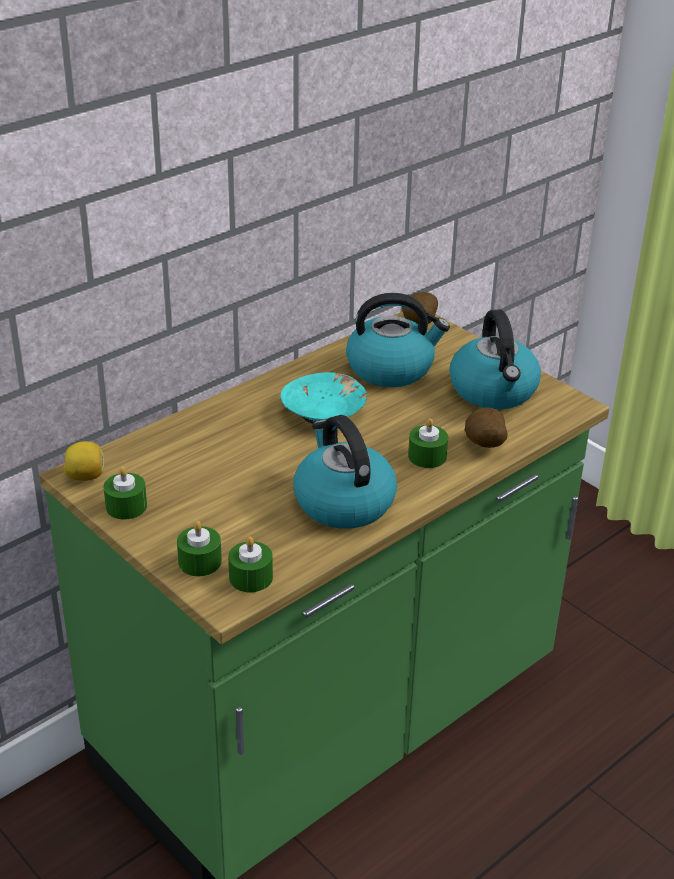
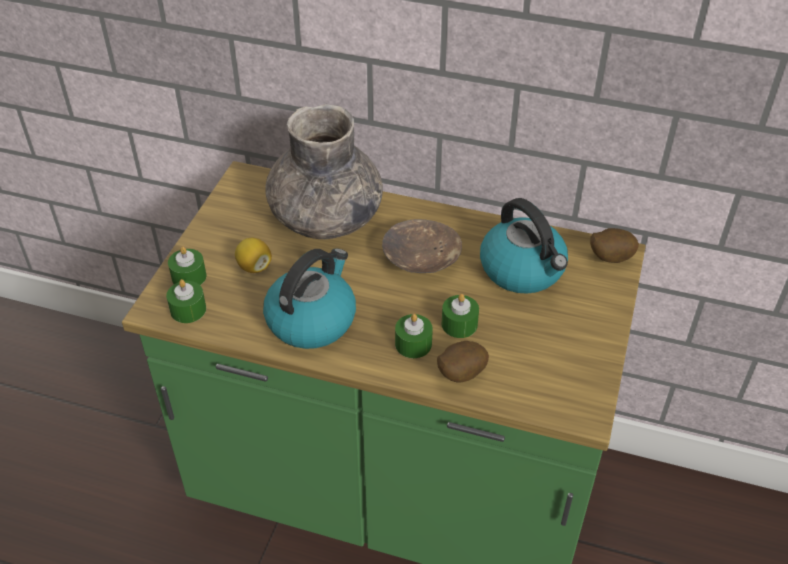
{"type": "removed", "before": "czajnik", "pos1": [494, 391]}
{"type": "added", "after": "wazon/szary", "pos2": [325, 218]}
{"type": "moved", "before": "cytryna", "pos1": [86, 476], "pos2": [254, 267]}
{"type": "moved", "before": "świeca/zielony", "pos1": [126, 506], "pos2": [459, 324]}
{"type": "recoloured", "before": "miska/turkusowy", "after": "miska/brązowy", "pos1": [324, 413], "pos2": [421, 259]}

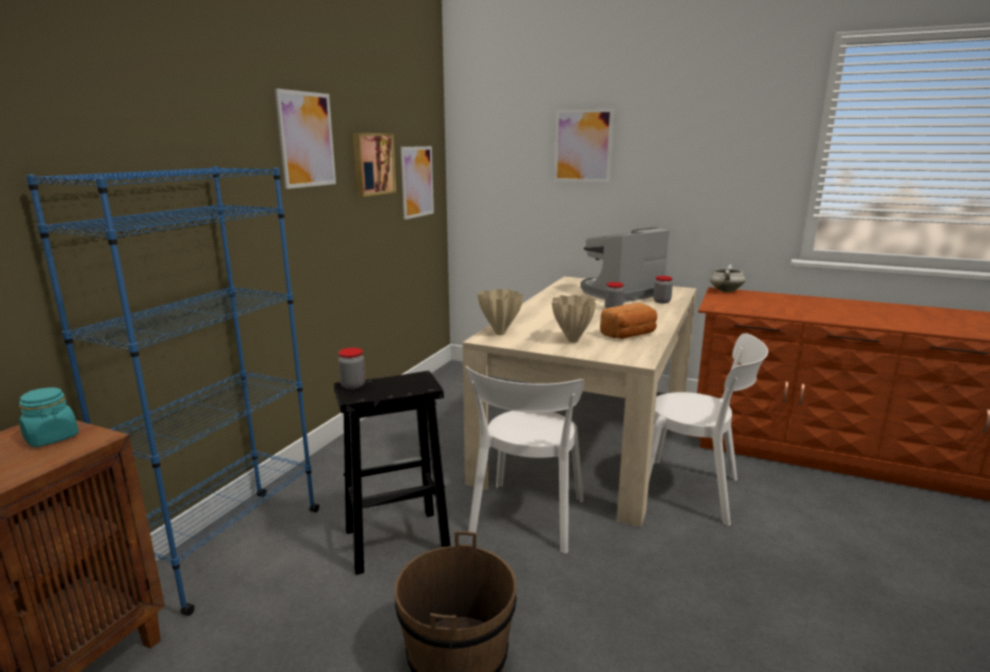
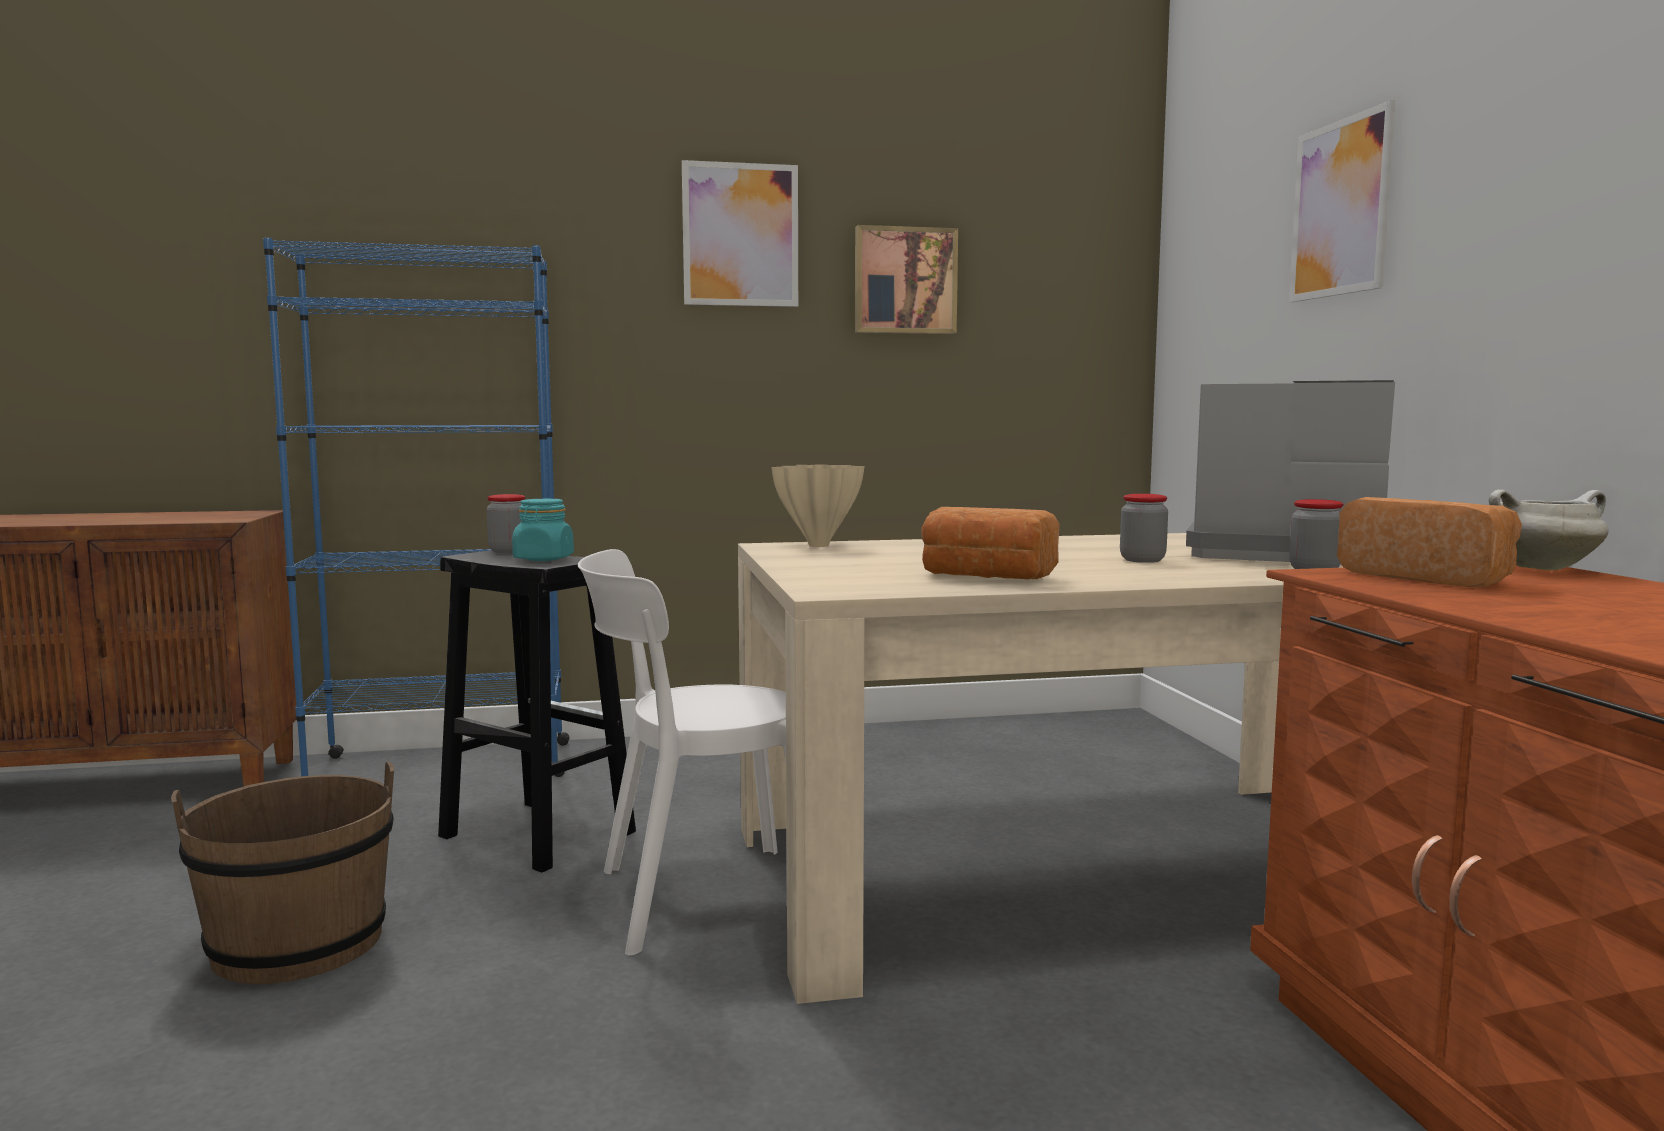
{"type": "removed", "before": "obraz", "pos1": [417, 182]}
{"type": "removed", "before": "wazon/beżowy", "pos1": [572, 340]}
{"type": "removed", "before": "krzesło/biały", "pos1": [694, 492]}
{"type": "added", "after": "chleb", "pos2": [1429, 577]}
{"type": "moved", "before": "słoik/turkusowy", "pos1": [52, 438], "pos2": [543, 559]}

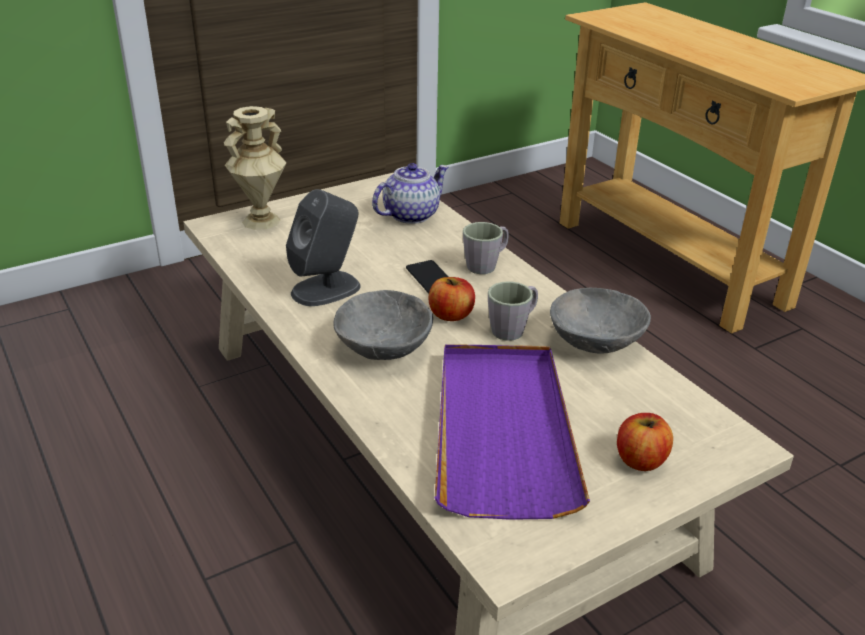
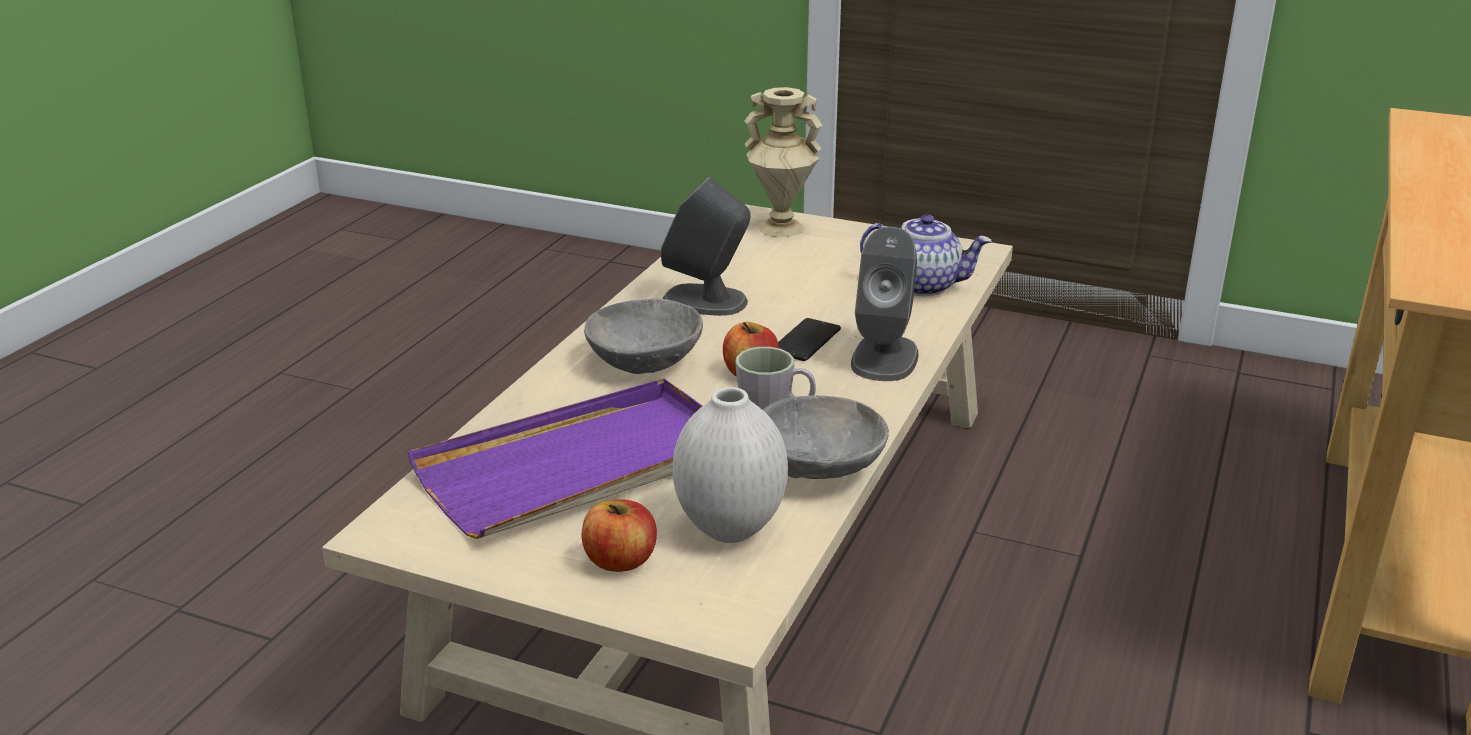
{"type": "added", "after": "wazon/biały", "pos2": [730, 528]}
{"type": "replaced", "before": "kubek/szary", "after": "głośnik/szary", "pos1": [486, 264], "pos2": [884, 358]}

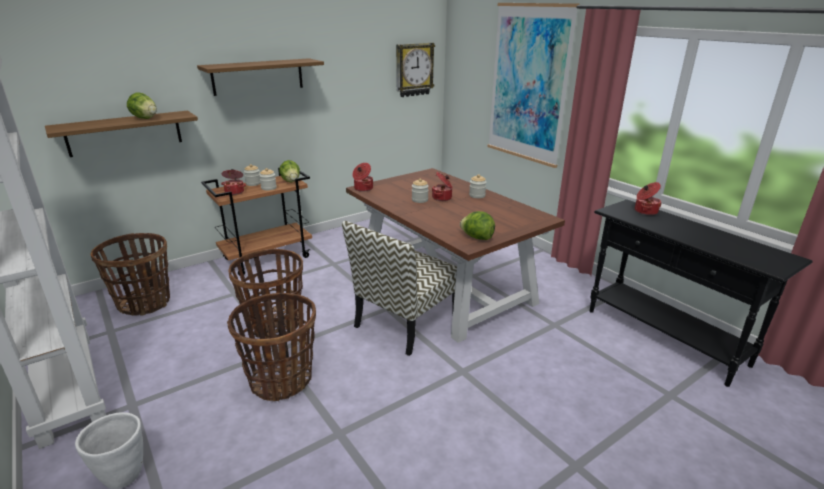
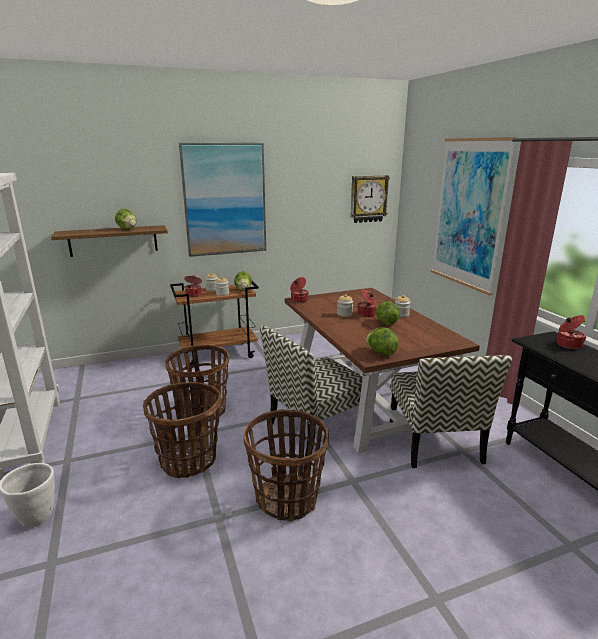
{"type": "added", "after": "sałata", "pos2": [386, 323]}
{"type": "added", "after": "krzesło", "pos2": [435, 442]}
{"type": "moved", "before": "koszyk", "pos1": [144, 303], "pos2": [287, 499]}
{"type": "replaced", "before": "półka", "after": "obraz", "pos1": [258, 76], "pos2": [225, 200]}

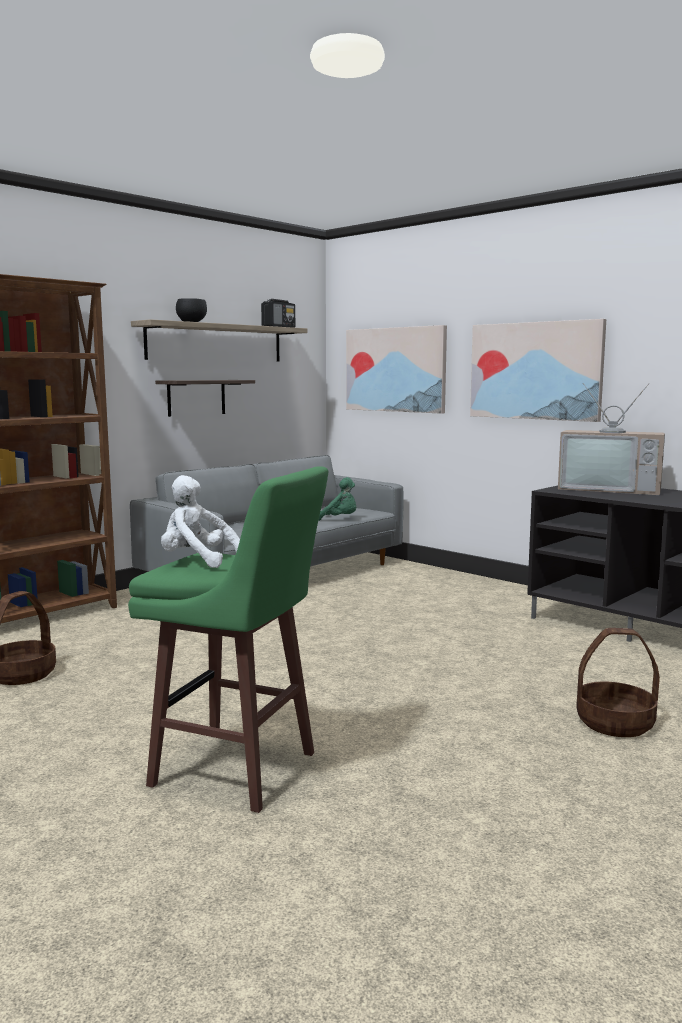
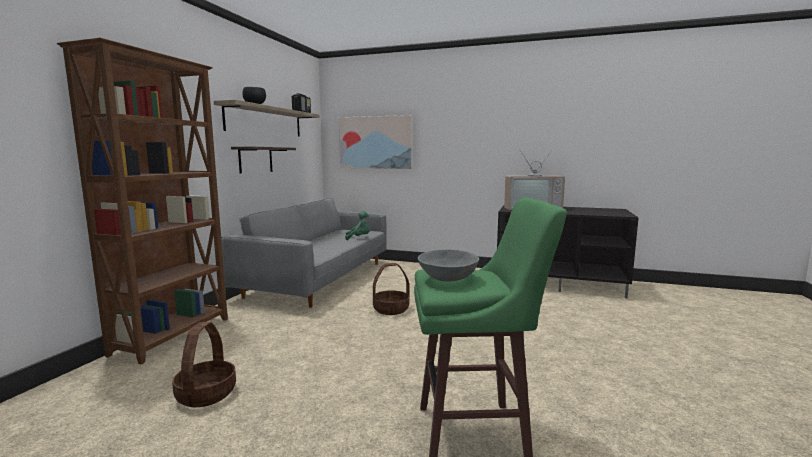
{"type": "removed", "before": "obraz", "pos1": [535, 370]}
{"type": "moved", "before": "koszyk", "pos1": [615, 723], "pos2": [391, 309]}
{"type": "replaced", "before": "pluszak/biały", "after": "miska/szary", "pos1": [197, 561], "pos2": [447, 278]}

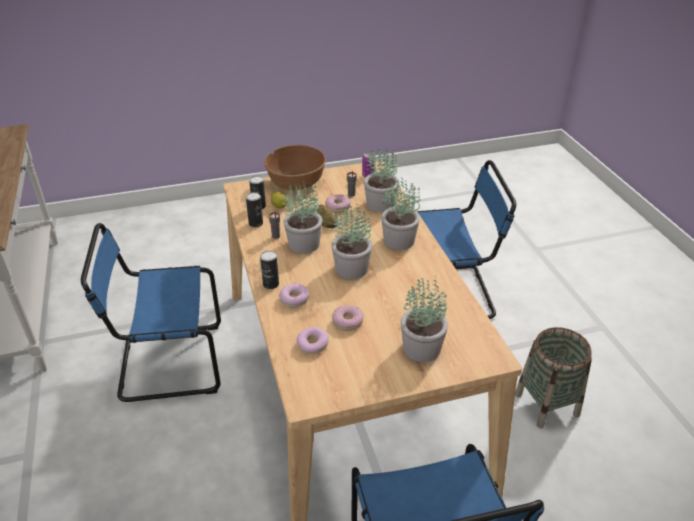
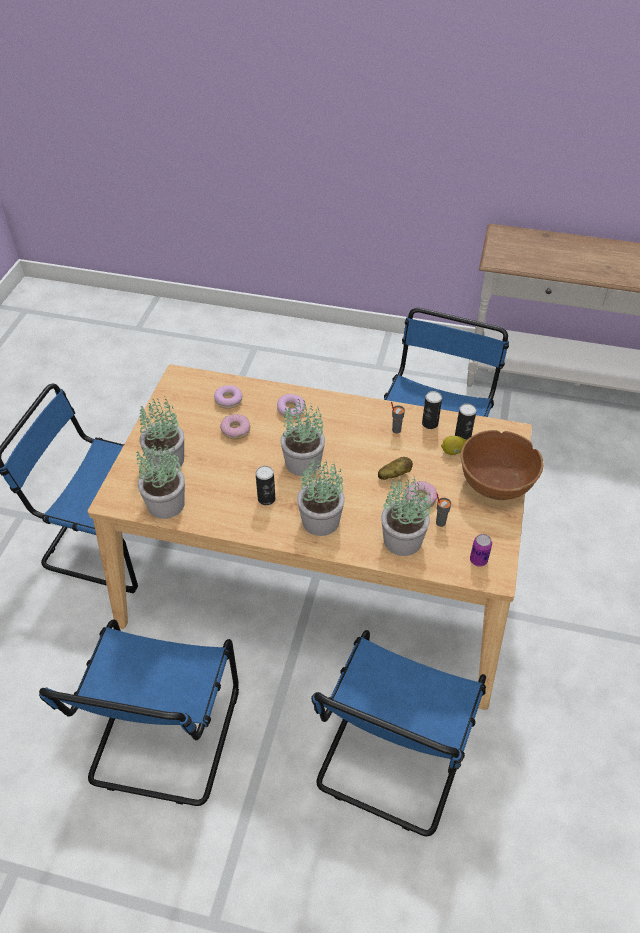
{"type": "moved", "before": "puszka", "pos1": [271, 284], "pos2": [266, 499]}
{"type": "moved", "before": "roślina doniczkowa", "pos1": [304, 243], "pos2": [166, 505]}
{"type": "replaced", "before": "koszyk", "after": "krzesło/niebieski", "pos1": [547, 404], "pos2": [163, 740]}

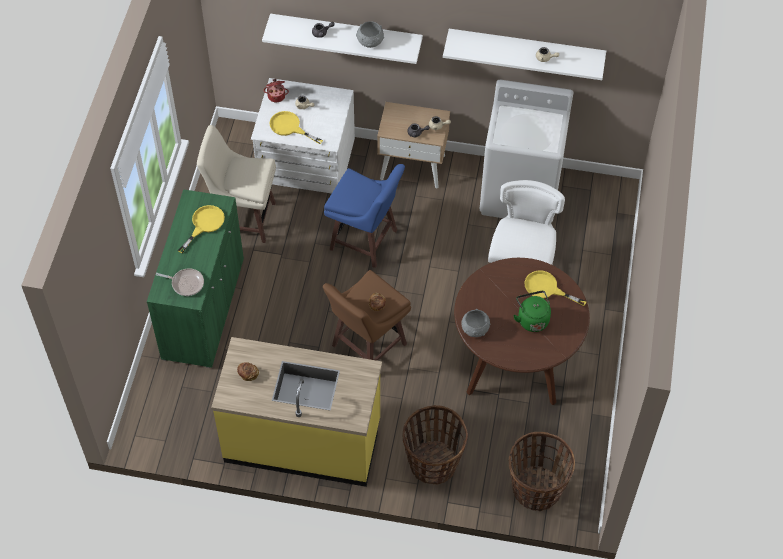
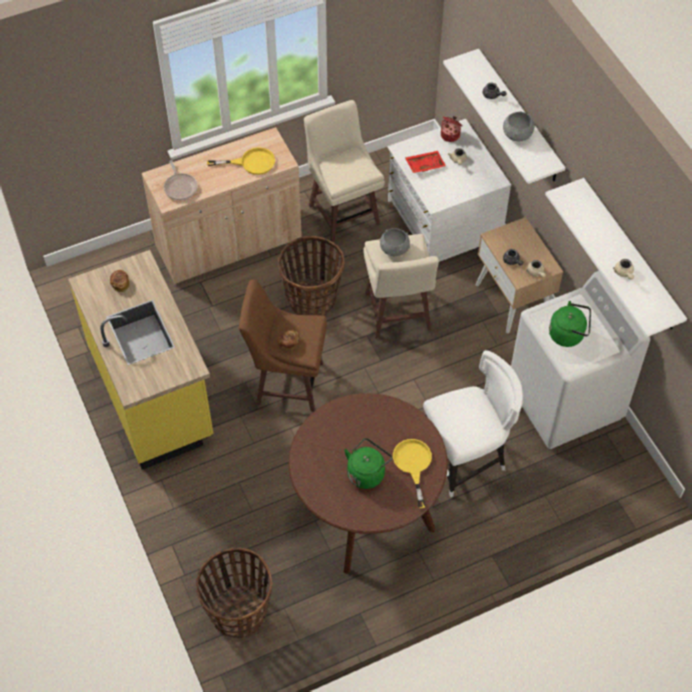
{"type": "added", "after": "czajnik/zielony", "pos2": [568, 334]}
{"type": "moved", "before": "koszyk", "pos1": [433, 463], "pos2": [312, 299]}
{"type": "moved", "before": "miska/szary", "pos1": [474, 329], "pos2": [394, 249]}
{"type": "replaced", "before": "patelnia/żółty", "after": "taca/czerwony", "pos1": [289, 127], "pos2": [424, 165]}
{"type": "recoloured", "before": "szafka/zielony", "after": "szafka/beżowy", "pos1": [203, 309], "pos2": [229, 243]}
{"type": "recoloured", "before": "stołek/niebieski", "after": "stołek/beżowy", "pos1": [365, 241], "pos2": [397, 313]}

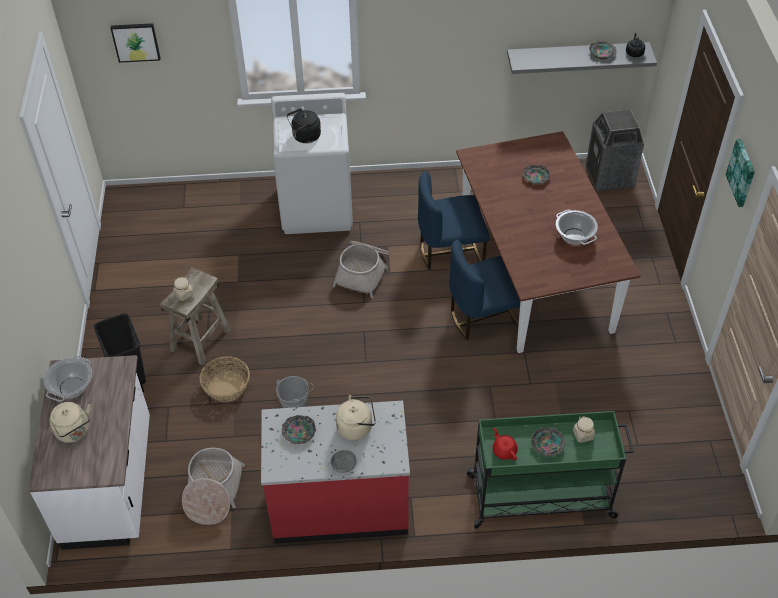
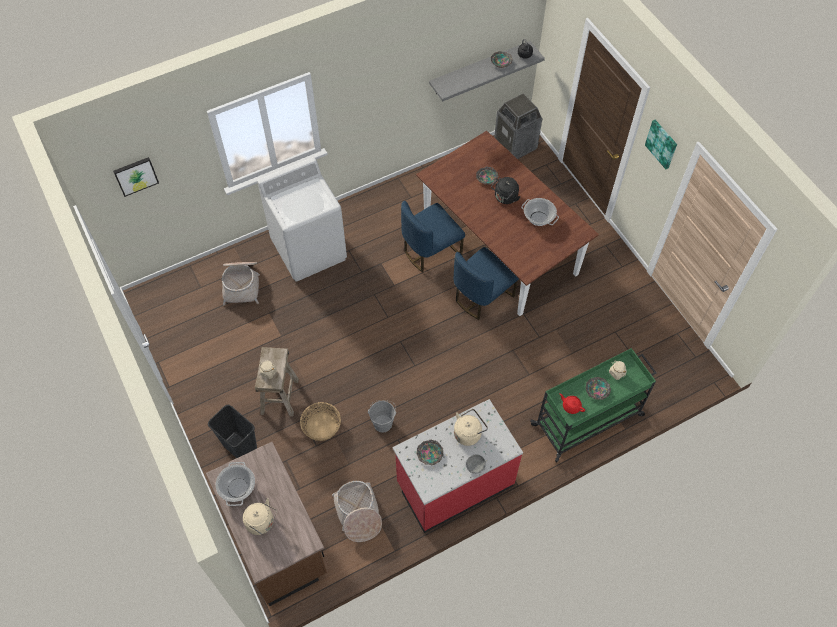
{"type": "moved", "before": "czajnik/czarny", "pos1": [305, 137], "pos2": [505, 198]}
{"type": "moved", "before": "koszyk", "pos1": [363, 272], "pos2": [242, 284]}
{"type": "recoloured", "before": "zabudowa kuchenna/biały", "after": "zabudowa kuchenna/brązowy", "pos1": [110, 483], "pos2": [277, 539]}

